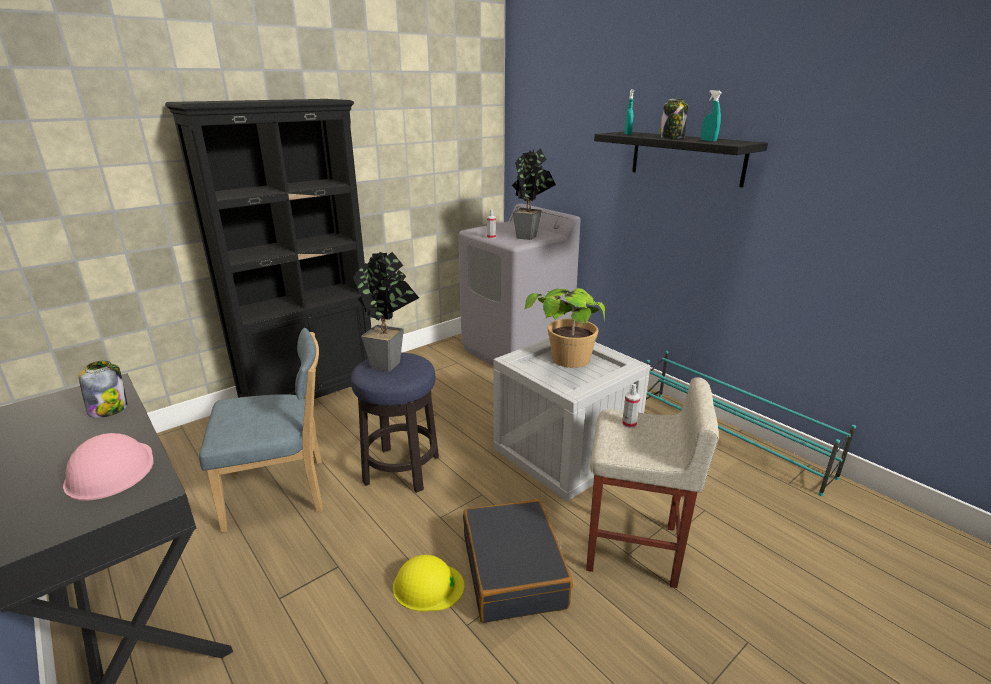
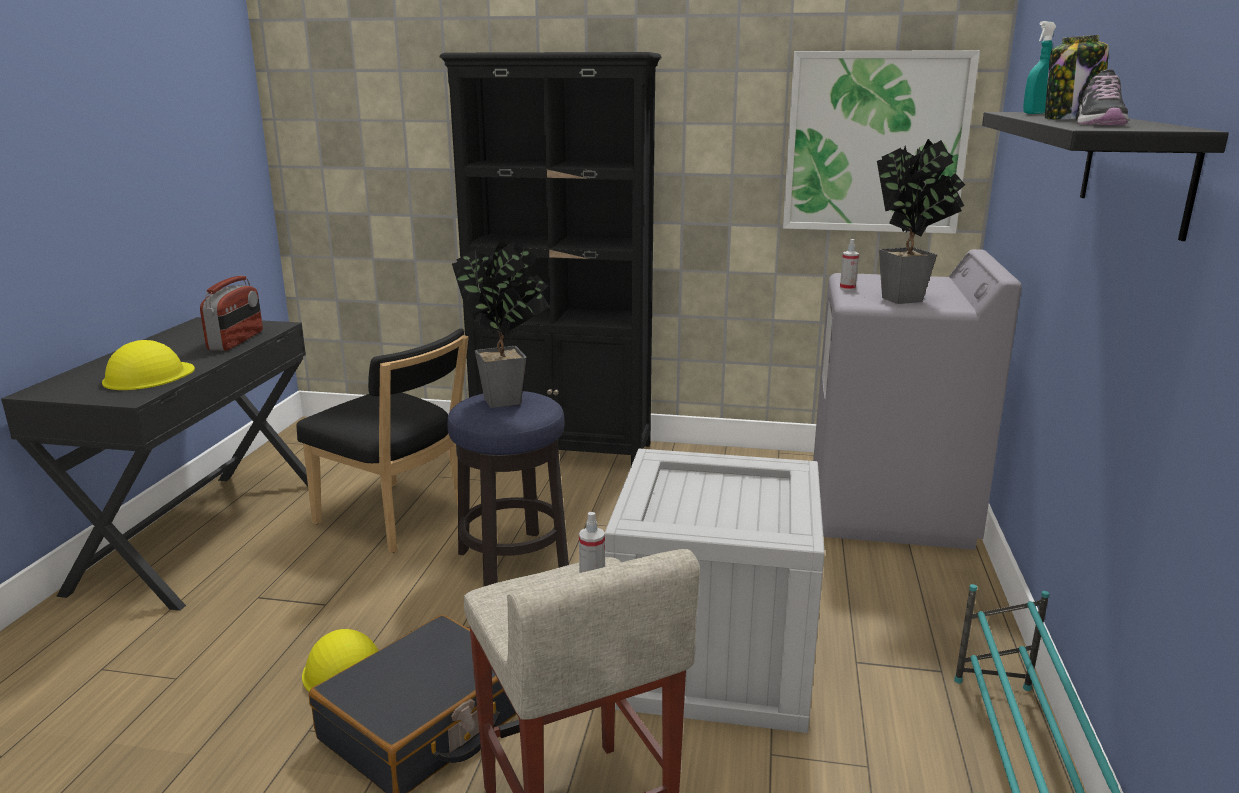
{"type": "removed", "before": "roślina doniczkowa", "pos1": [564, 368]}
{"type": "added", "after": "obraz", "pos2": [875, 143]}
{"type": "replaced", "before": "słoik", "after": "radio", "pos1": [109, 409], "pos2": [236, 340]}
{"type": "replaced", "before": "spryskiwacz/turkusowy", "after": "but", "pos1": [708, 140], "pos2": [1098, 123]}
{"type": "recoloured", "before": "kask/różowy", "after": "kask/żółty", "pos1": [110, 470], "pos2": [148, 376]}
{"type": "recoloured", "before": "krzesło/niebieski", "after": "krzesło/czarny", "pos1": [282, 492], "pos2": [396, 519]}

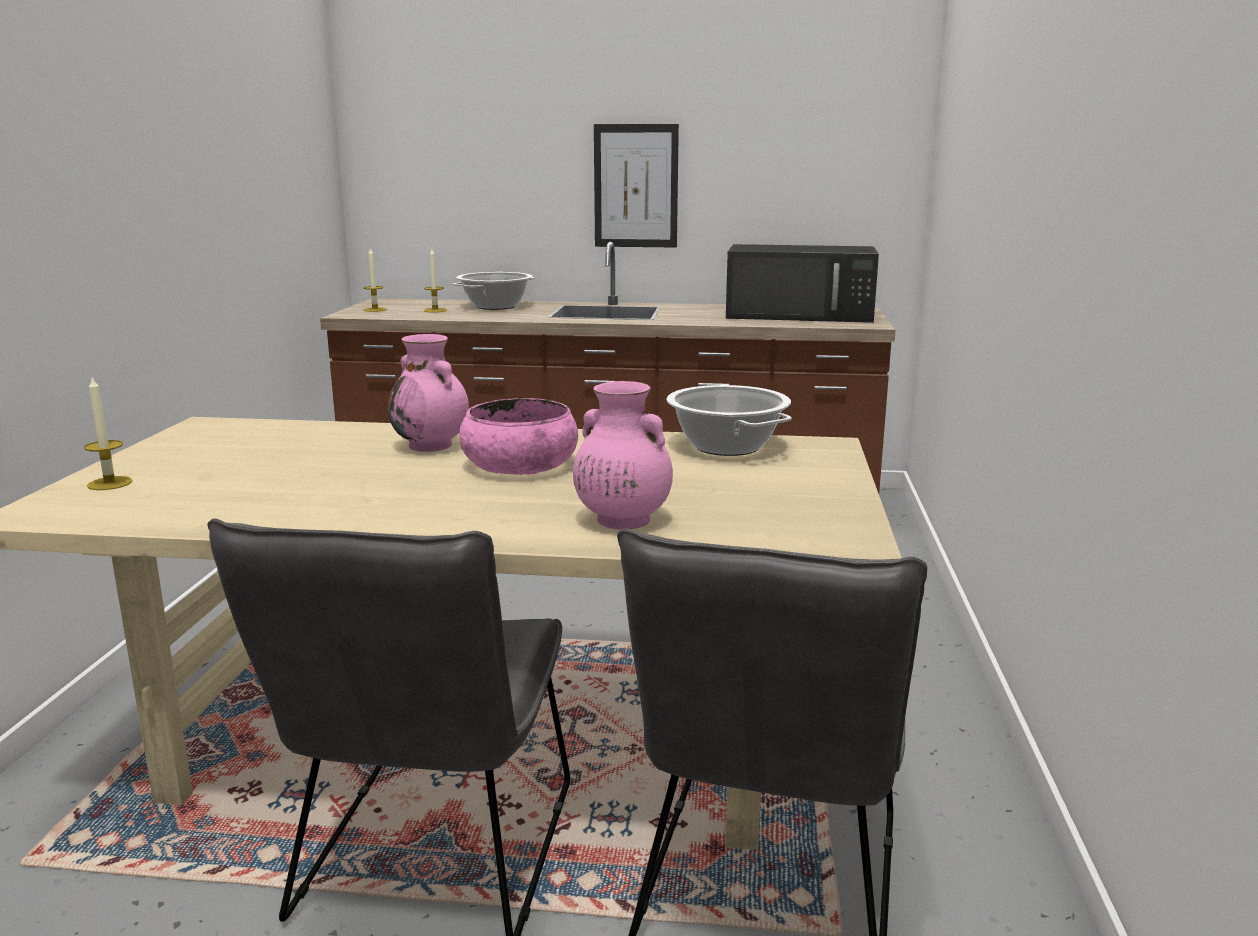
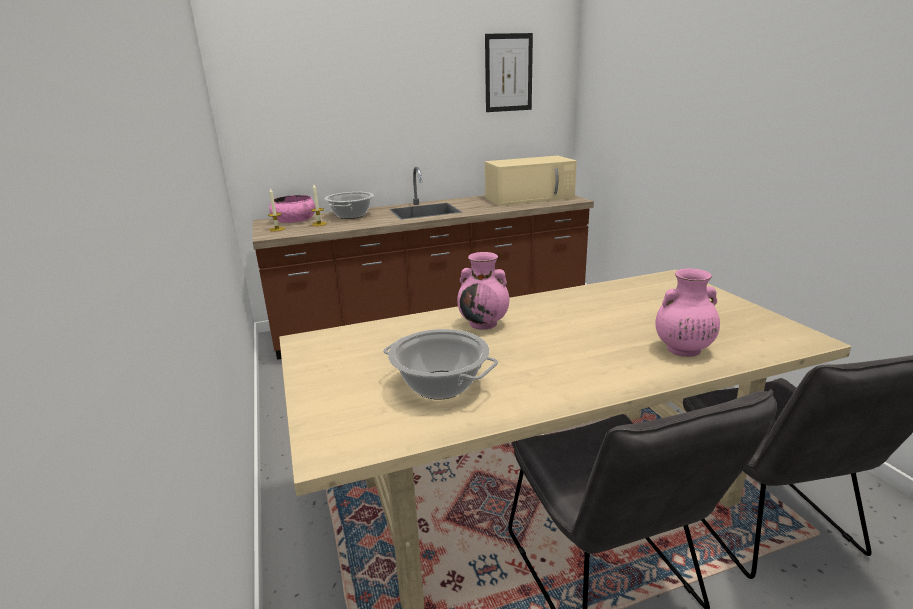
{"type": "removed", "before": "świeca", "pos1": [110, 483]}
{"type": "moved", "before": "miska/różowy", "pos1": [520, 465], "pos2": [294, 220]}
{"type": "moved", "before": "obraz", "pos1": [636, 186], "pos2": [508, 73]}
{"type": "moved", "before": "garnek", "pos1": [727, 446], "pos2": [441, 385]}
{"type": "recoloured", "before": "mikrofalówka/czarny", "after": "mikrofalówka/beżowy", "pos1": [801, 314], "pos2": [530, 197]}

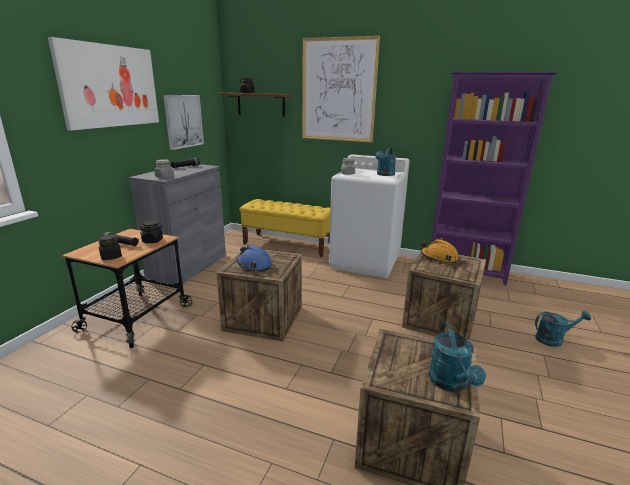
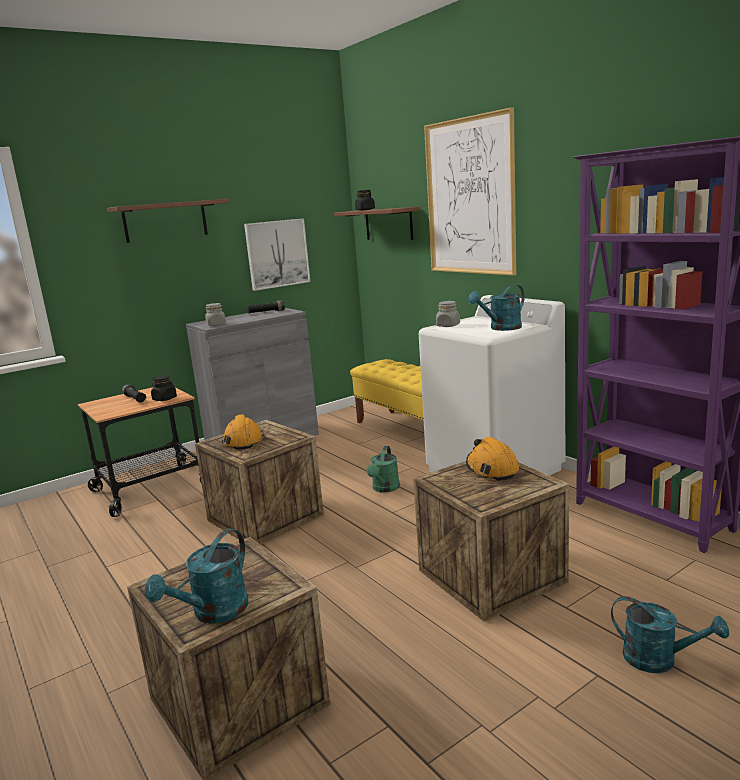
{"type": "removed", "before": "słoik/czarny", "pos1": [111, 257]}
{"type": "added", "after": "konewka/zielony", "pos2": [384, 489]}
{"type": "replaced", "before": "obraz", "after": "półka/brązowy", "pos1": [110, 86], "pos2": [165, 221]}
{"type": "recoloured", "before": "kask/niebieski", "after": "kask/pomarańczowy", "pos1": [254, 265], "pos2": [243, 441]}

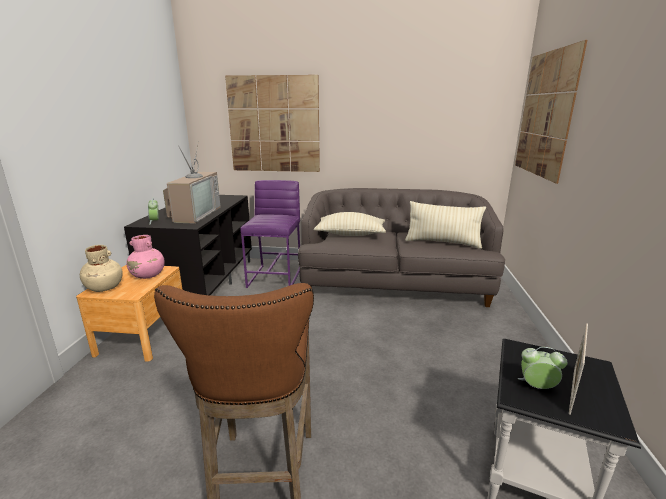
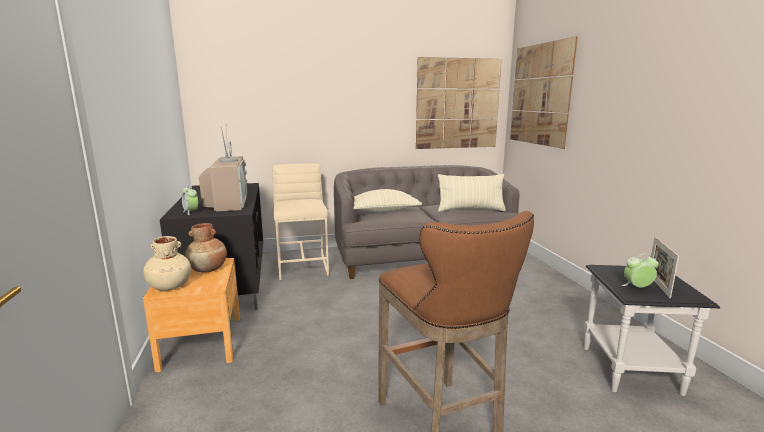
{"type": "moved", "before": "obraz", "pos1": [274, 125], "pos2": [457, 104]}
{"type": "recoloured", "before": "wazon/różowy", "after": "wazon/brązowy", "pos1": [148, 275], "pos2": [208, 269]}
{"type": "recoloured", "before": "stołek/fioletowy", "after": "stołek/beżowy", "pos1": [276, 277], "pos2": [303, 266]}

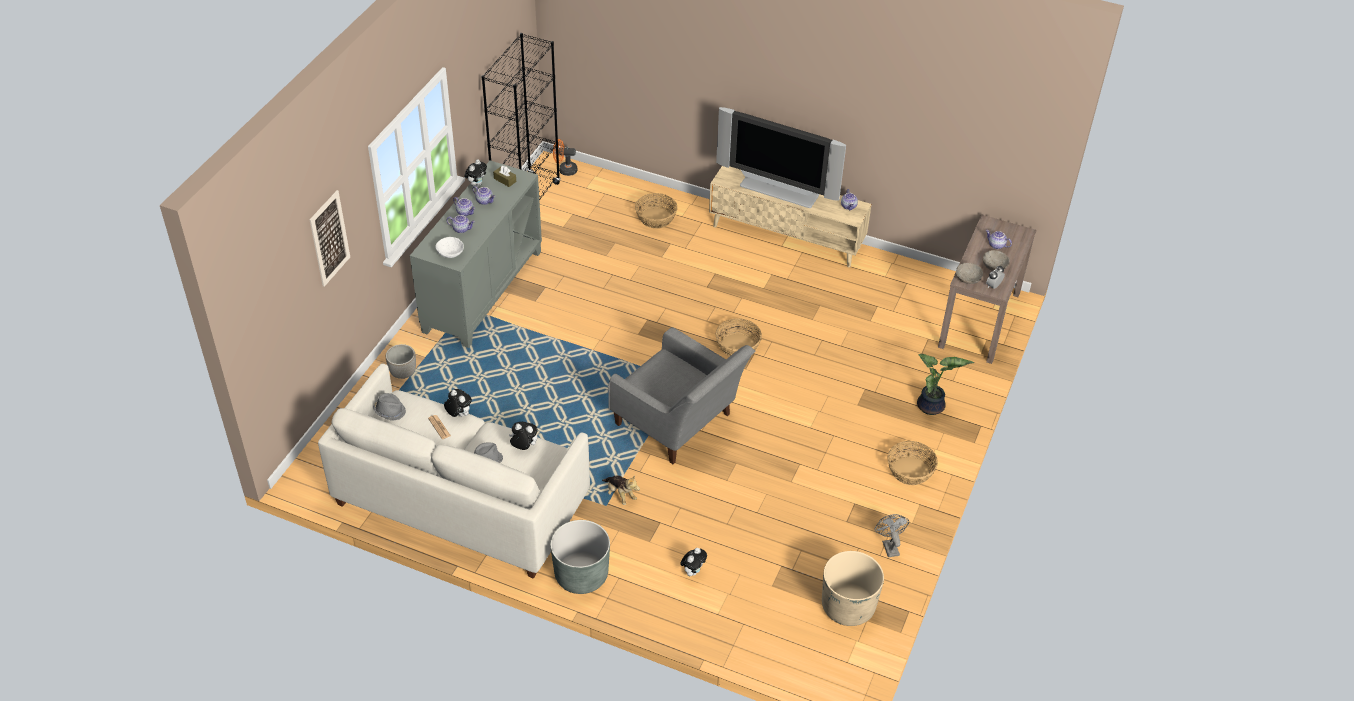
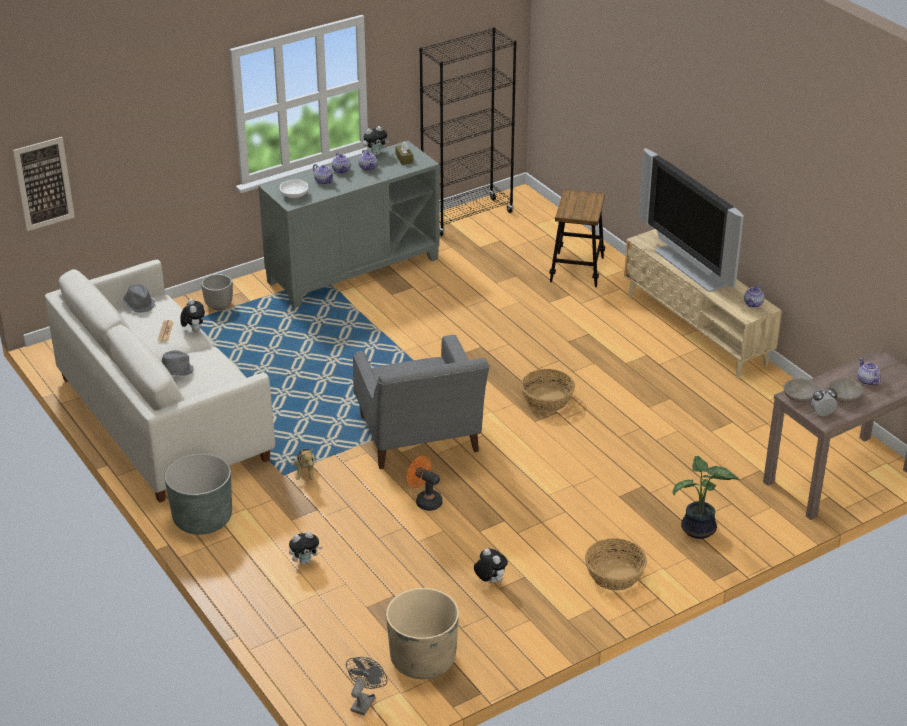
{"type": "moved", "before": "obraz", "pos1": [329, 238], "pos2": [44, 184]}
{"type": "moved", "before": "pluszak", "pos1": [524, 447], "pos2": [489, 581]}
{"type": "moved", "before": "wentylator/pomarańczowy", "pos1": [565, 170], "pos2": [425, 501]}
{"type": "moved", "before": "wentylator/szary", "pos1": [889, 546], "pos2": [364, 701]}
{"type": "replaced", "before": "koszyk", "after": "stołek", "pos1": [655, 218], "pos2": [577, 270]}

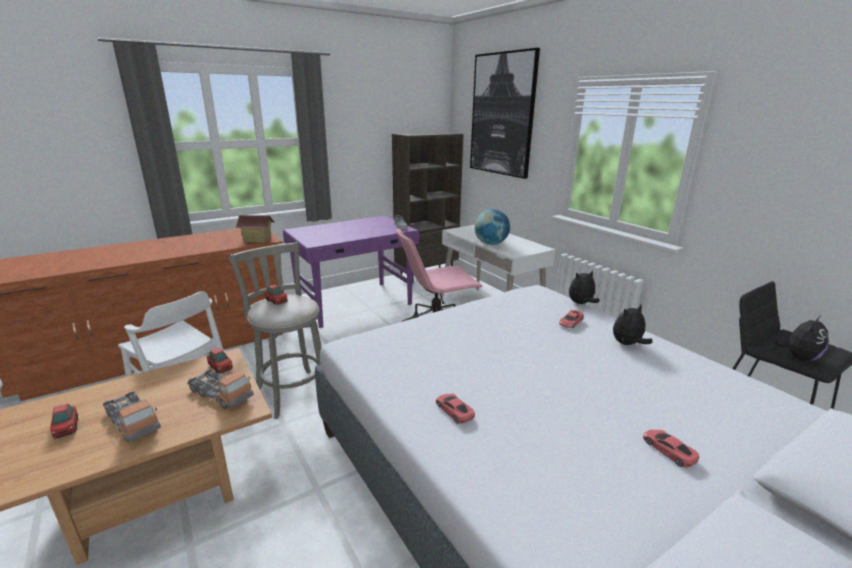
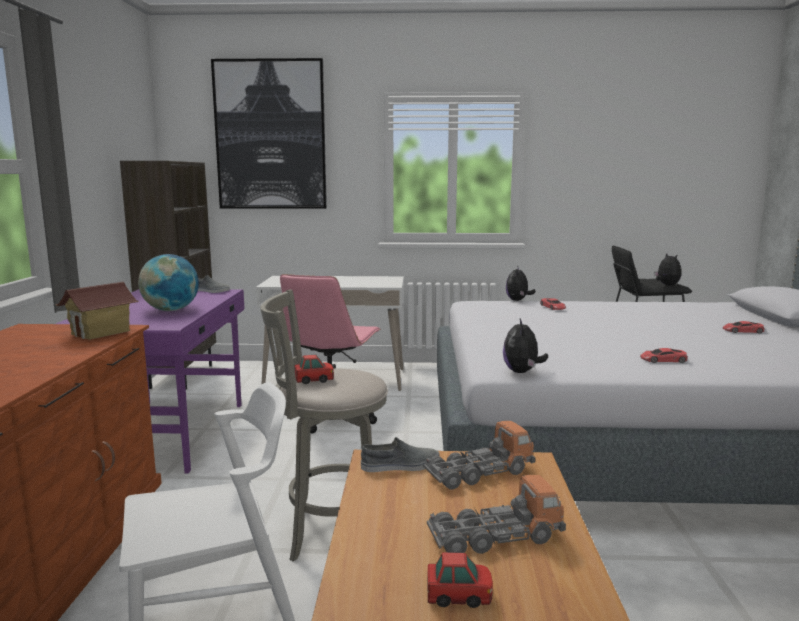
{"type": "moved", "before": "globus", "pos1": [491, 244], "pos2": [171, 310]}
{"type": "moved", "before": "pluszak", "pos1": [627, 344], "pos2": [522, 372]}
{"type": "replaced", "before": "samochodzik", "after": "but/szary", "pos1": [221, 367], "pos2": [400, 466]}

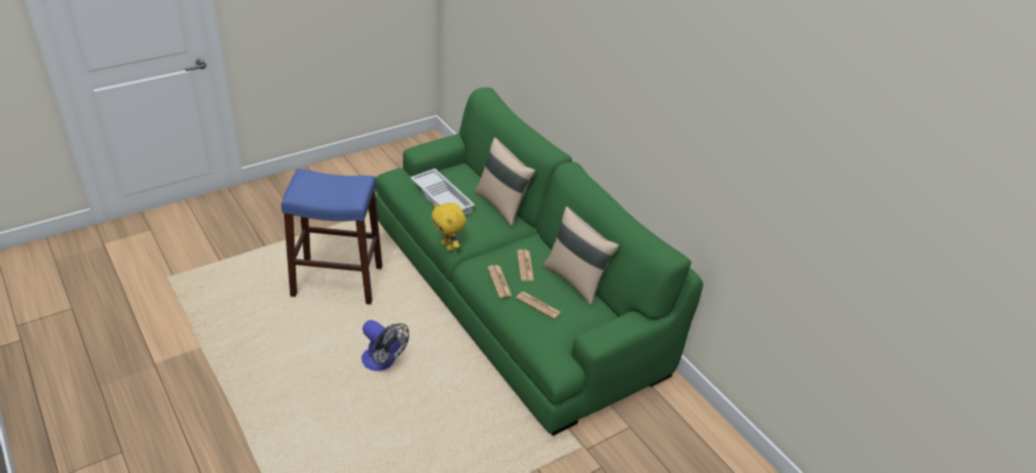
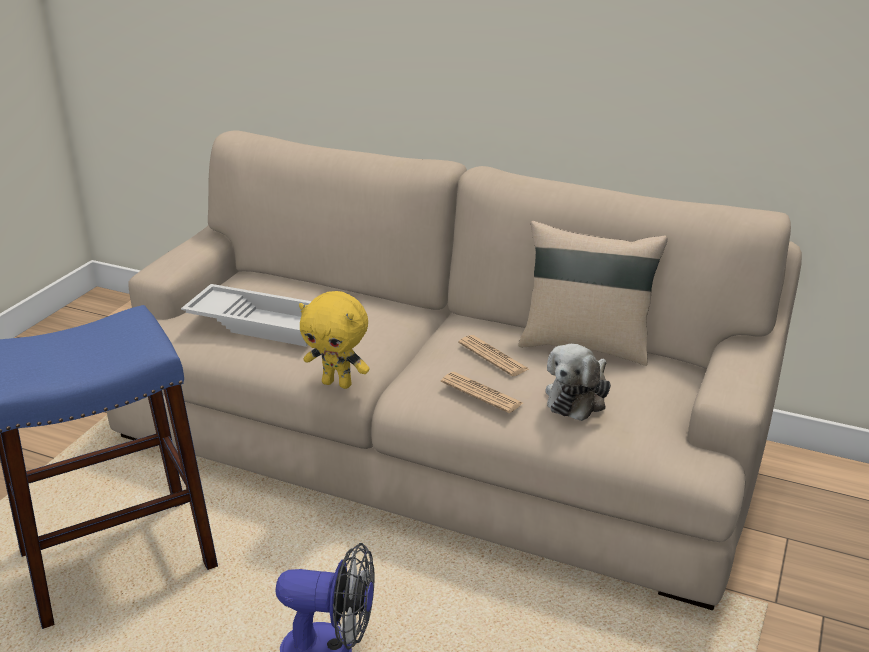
{"type": "removed", "before": "poduszka/beżowy", "pos1": [502, 206]}
{"type": "replaced", "before": "gazeta", "after": "pluszak", "pos1": [538, 305], "pos2": [578, 397]}
{"type": "recoloured", "before": "kanapa/zielony", "after": "kanapa/beżowy", "pos1": [513, 294], "pos2": [436, 444]}

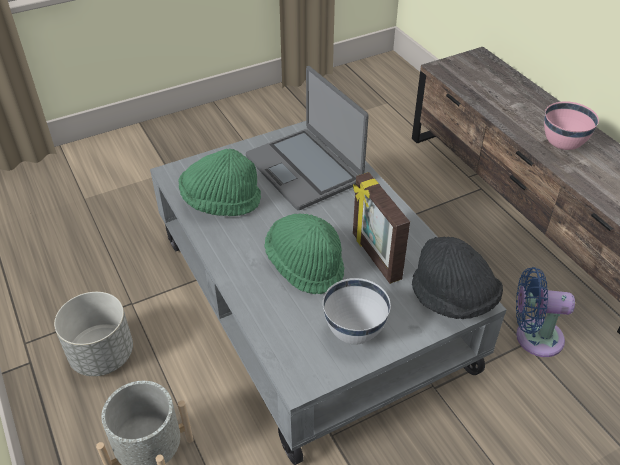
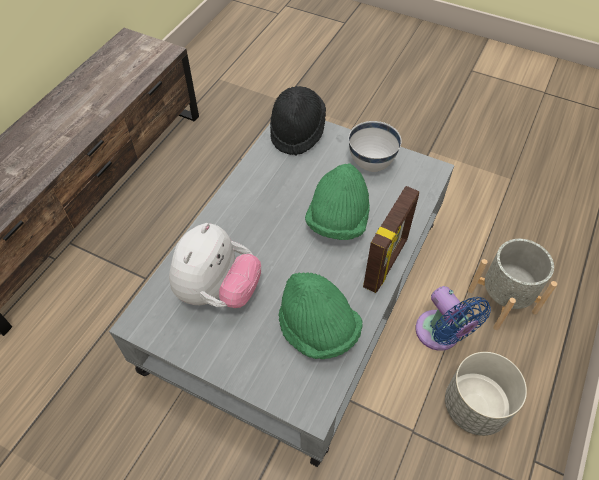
{"type": "removed", "before": "miska/różowy", "pos1": [563, 145]}
{"type": "moved", "before": "ramka na zdjęcie", "pos1": [375, 257], "pos2": [386, 263]}
{"type": "moved", "before": "wentylator/niebieski", "pos1": [534, 337], "pos2": [440, 335]}
{"type": "replaced", "before": "laptop", "after": "pluszak", "pos1": [304, 169], "pos2": [218, 291]}

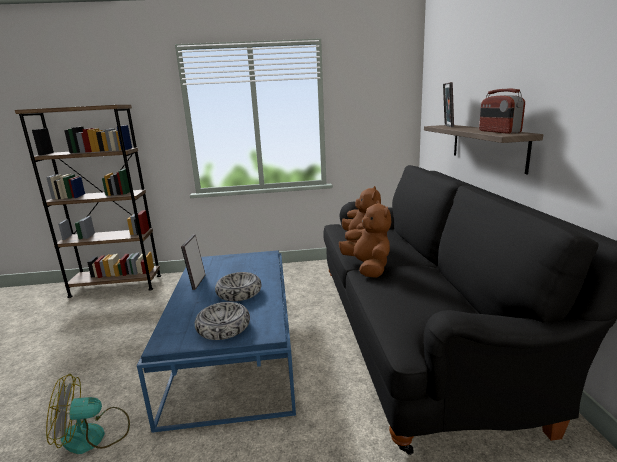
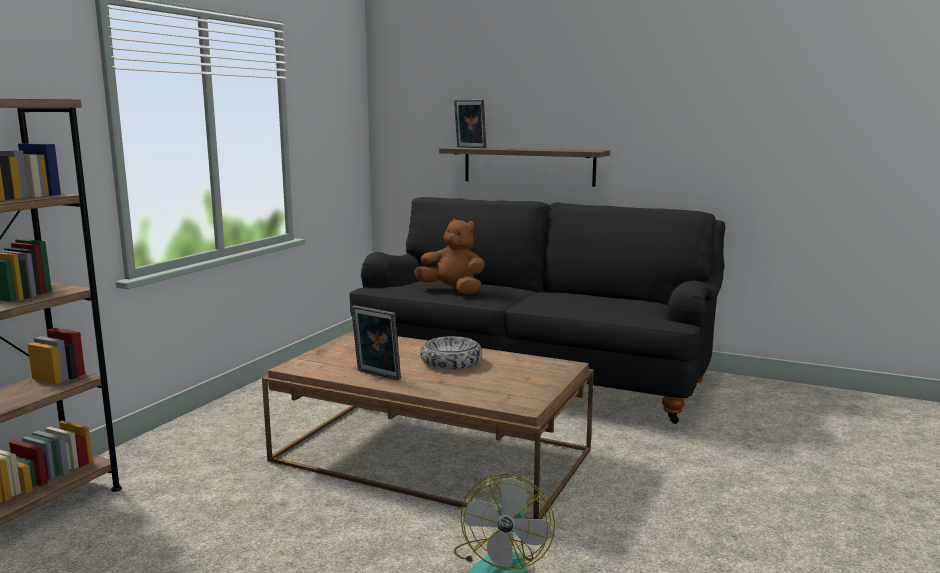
{"type": "removed", "before": "miska", "pos1": [223, 327]}
{"type": "removed", "before": "pluszak/brązowy", "pos1": [368, 268]}
{"type": "removed", "before": "radio", "pos1": [498, 132]}
{"type": "recoloured", "before": "ława/niebieski", "after": "ława/brązowy", "pos1": [235, 349], "pos2": [432, 456]}

